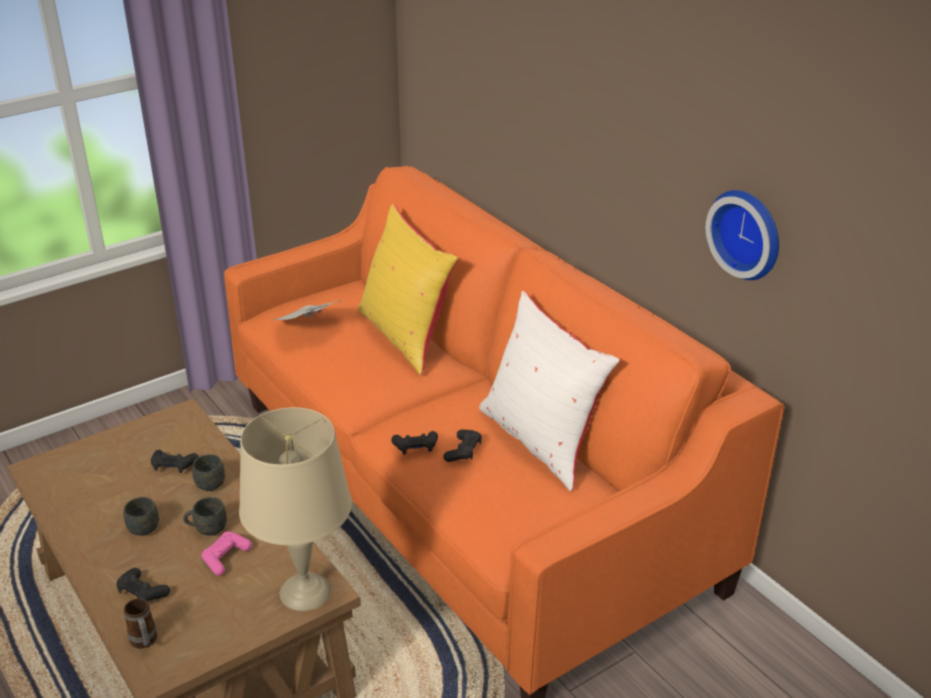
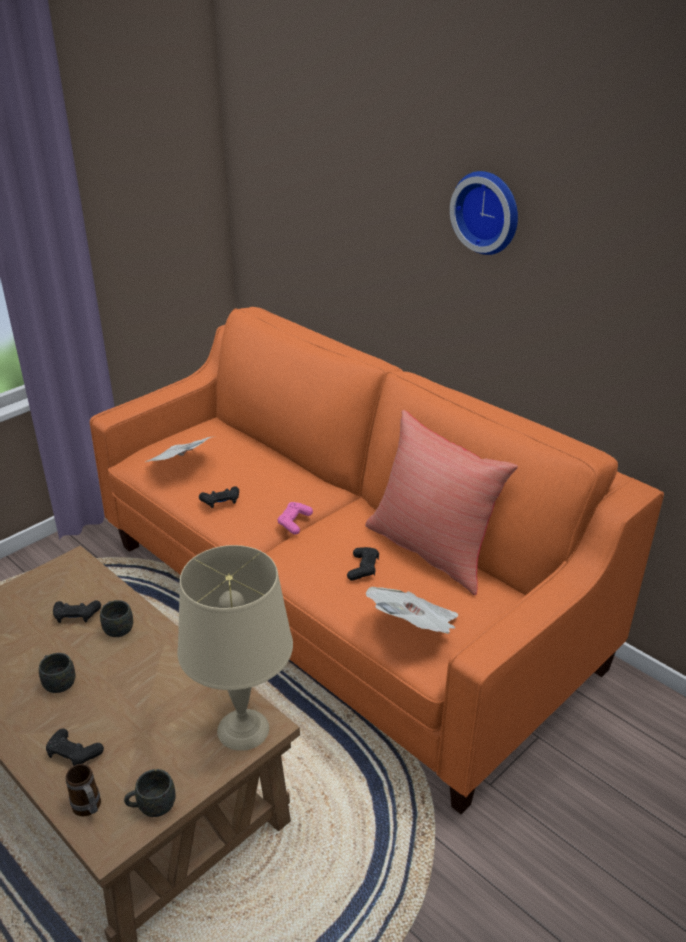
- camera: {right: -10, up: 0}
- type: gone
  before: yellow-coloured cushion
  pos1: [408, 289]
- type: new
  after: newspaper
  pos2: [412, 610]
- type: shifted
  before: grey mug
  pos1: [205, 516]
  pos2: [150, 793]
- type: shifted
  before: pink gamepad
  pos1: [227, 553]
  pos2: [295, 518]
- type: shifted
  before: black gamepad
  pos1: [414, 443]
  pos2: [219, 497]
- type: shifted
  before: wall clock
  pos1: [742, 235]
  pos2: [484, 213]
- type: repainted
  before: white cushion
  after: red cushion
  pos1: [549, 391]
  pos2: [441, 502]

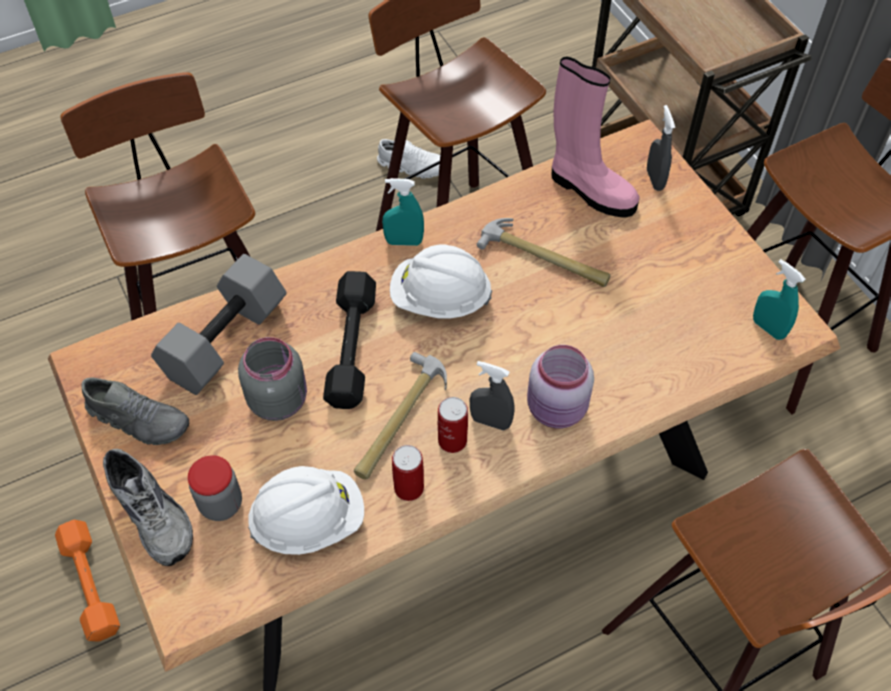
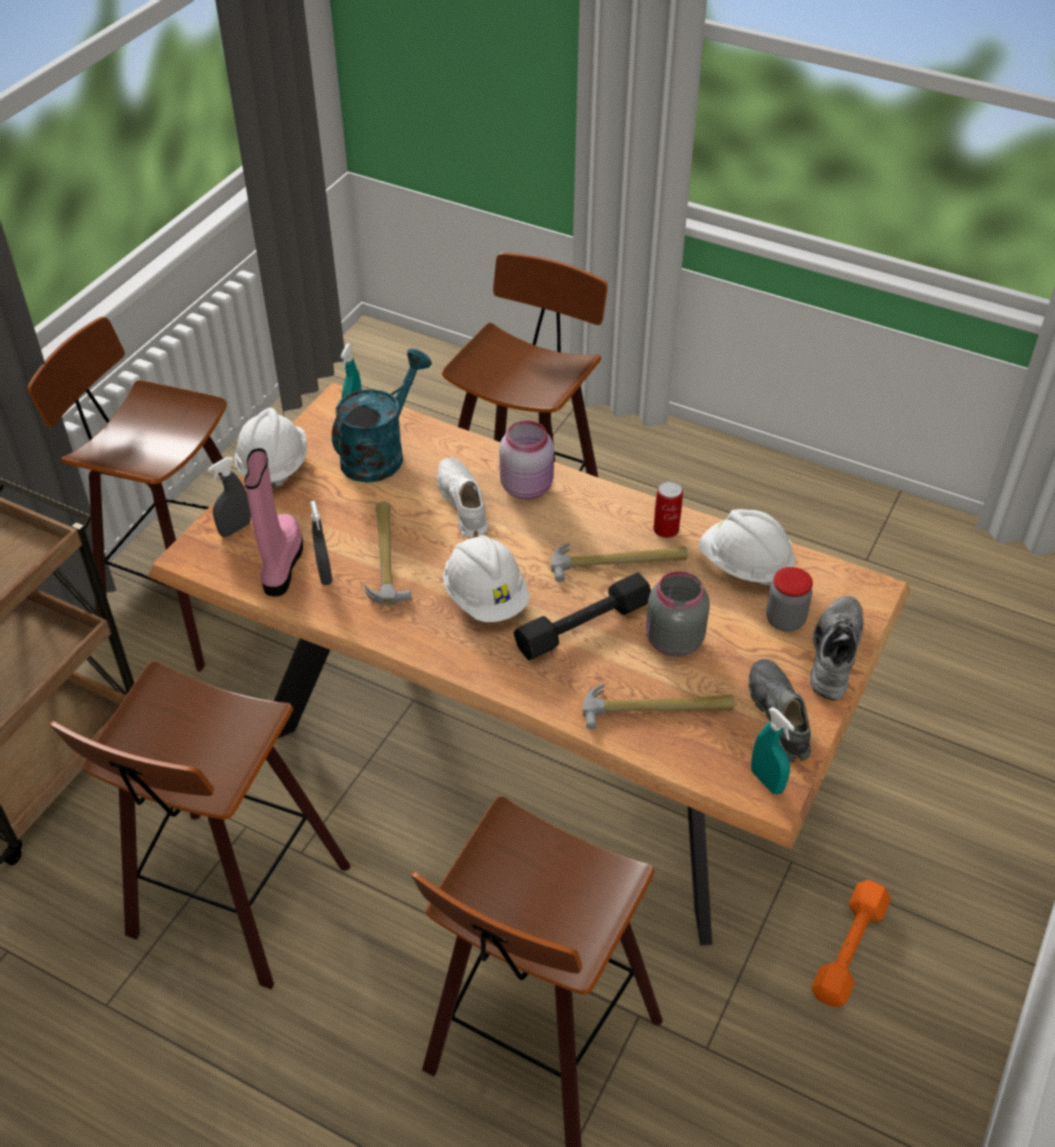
- camera: {right: -125, up: -10}
- type: gone
  before: metal can
  pos1: [453, 425]
- type: new
  after: white safety helmet
  pos2: [271, 450]
- type: new
  after: blue-green watering can
  pos2: [382, 416]
- type: shifted
  before: white low shoe
  pos1: [408, 159]
  pos2: [462, 498]
- type: shifted
  before: blue-green hand sprayer
  pos1: [403, 212]
  pos2: [773, 750]
- type: shifted
  before: grey hand sprayer
  pos1: [492, 395]
  pos2: [321, 543]
- type: swapped
  before: grey free weight
  after: tool hammer
  pos1: [219, 324]
  pos2: [658, 706]

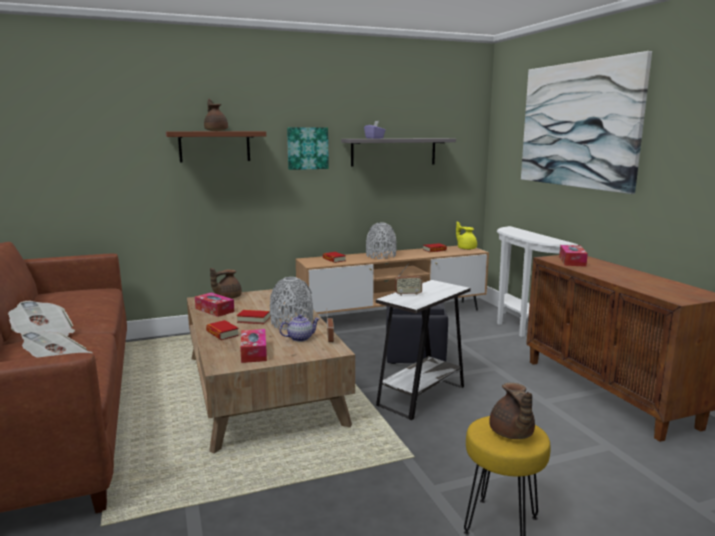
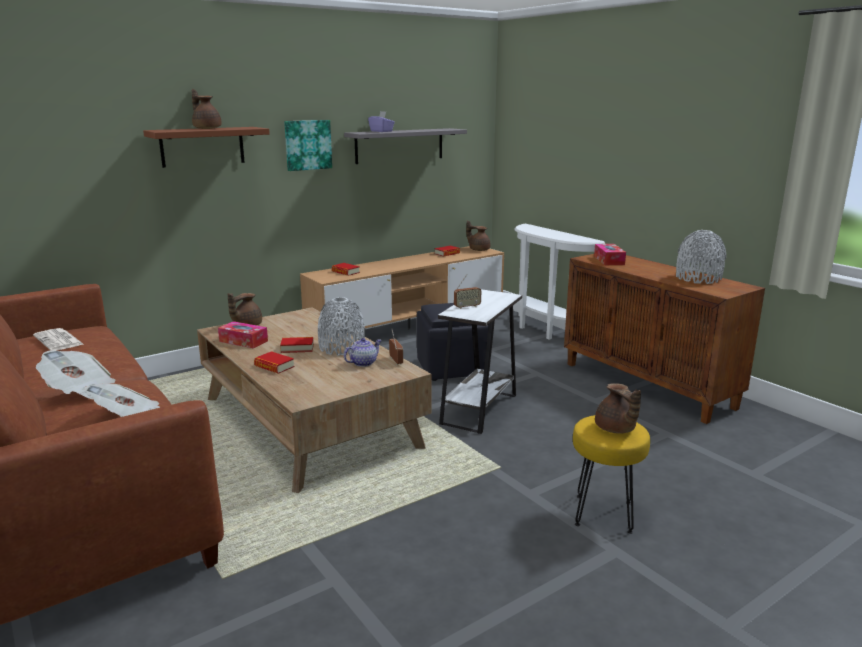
- camera: {right: -15, up: 5}
- type: gone
  before: tissue box
  pos1: [253, 346]
- type: gone
  before: picture
  pos1: [586, 122]
- type: new
  after: newspaper
  pos2: [58, 339]
- type: shifted
  before: grey flower vase
  pos1: [381, 241]
  pos2: [701, 257]
- type: repainted
  before: yellow-coloured tea pot
  after: brown tea pot
  pos1: [466, 235]
  pos2: [478, 235]

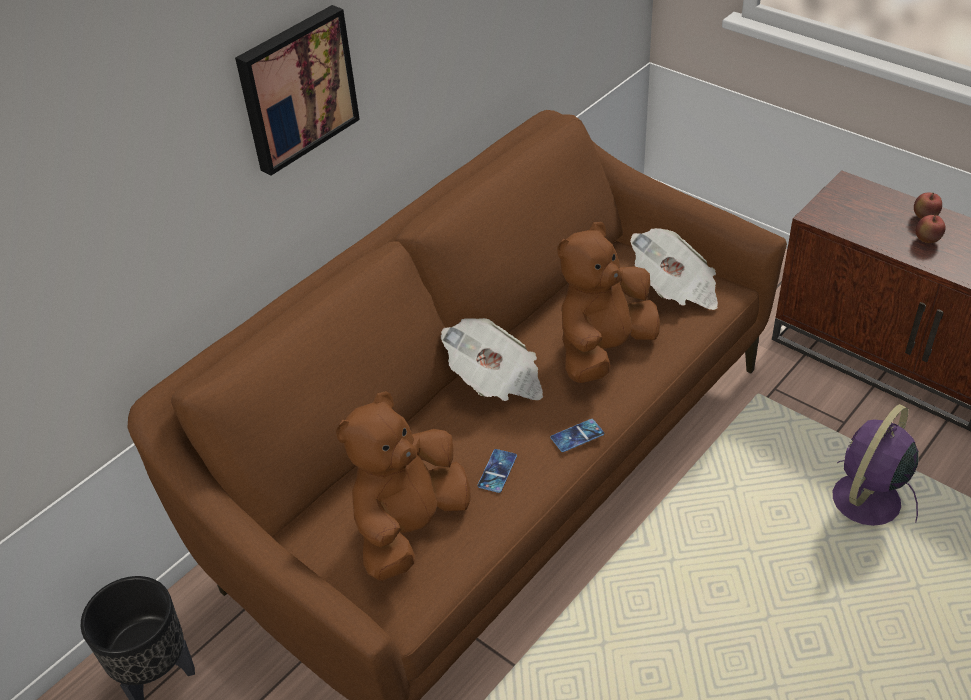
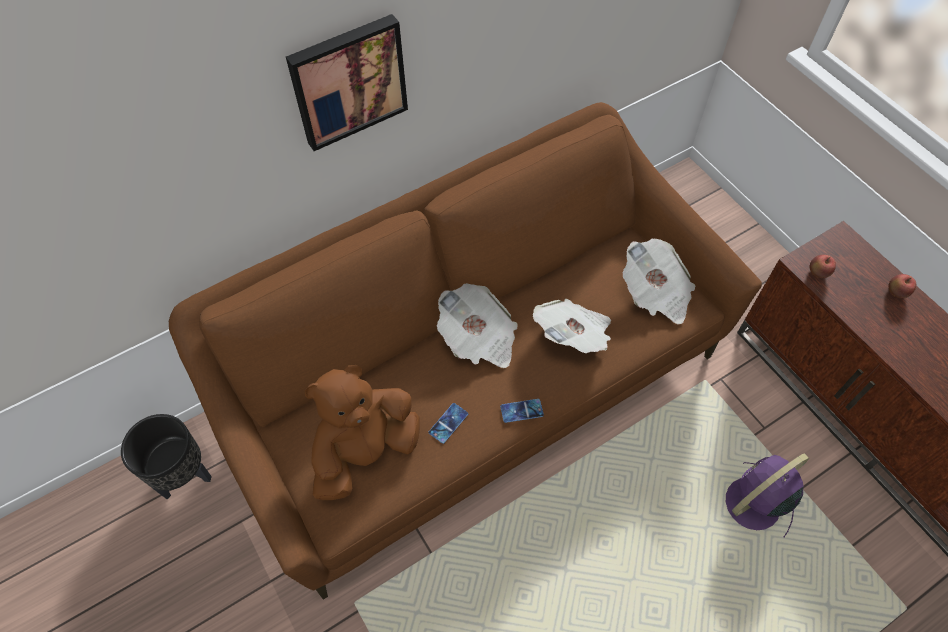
- camera: {right: 15, up: 15}
- type: shifted
  before: whole apple
  pos1: [931, 229]
  pos2: [823, 266]
- type: swapped
  before: brown cuddly toy
  after: newspaper
  pos1: [608, 302]
  pos2: [572, 326]

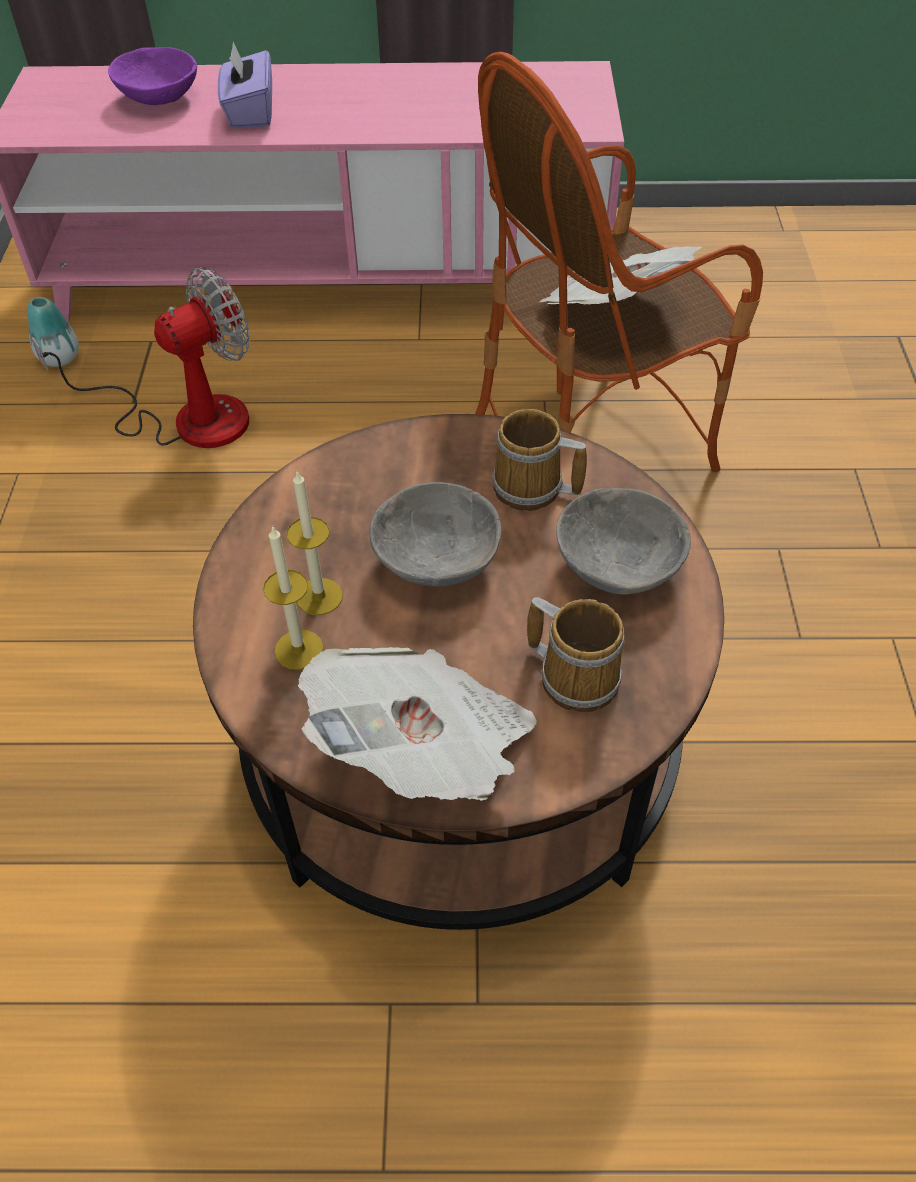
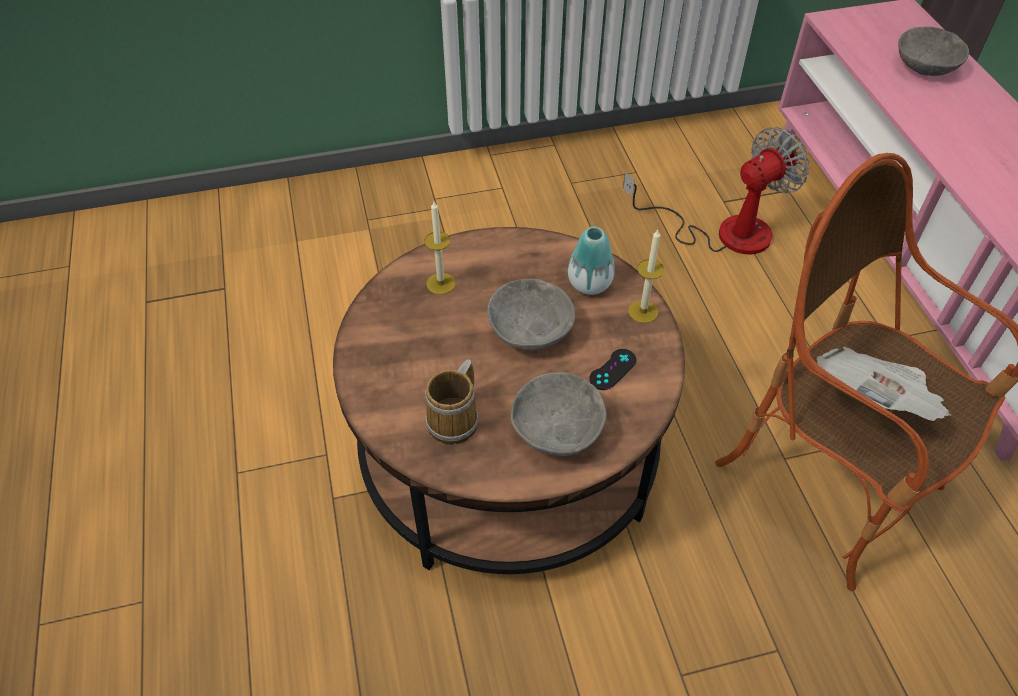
- camera: {right: 75, up: 0}
- type: gone
  before: purplish tissue box
  pos1: [244, 85]
- type: gone
  before: newspaper
  pos1: [417, 724]
- type: shifted
  before: flower vase
  pos1: [53, 332]
  pos2: [591, 261]
- type: shifted
  before: wax light
  pos1: [314, 542]
  pos2: [646, 276]
- type: swapped
  before: mug
  after: black gamepad
  pos1: [539, 460]
  pos2: [613, 369]
- type: repainted
  before: purplish serving bowl
  after: grey serving bowl
  pos1: [152, 76]
  pos2: [933, 51]
- type: rotated
  before: electric fan
  pos1: [140, 357]
  pos2: [716, 191]
  turn: -75

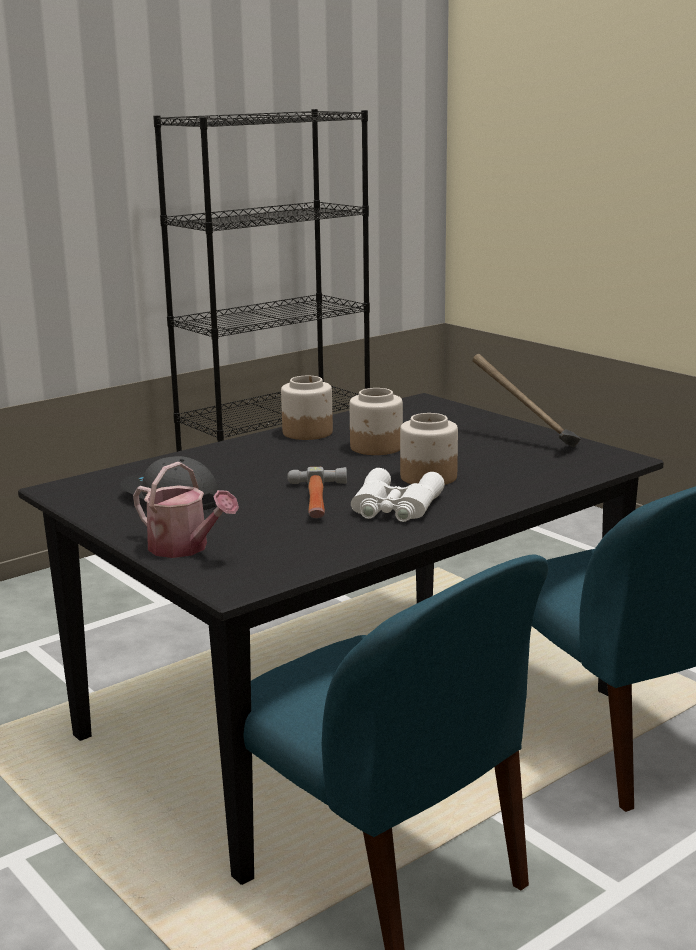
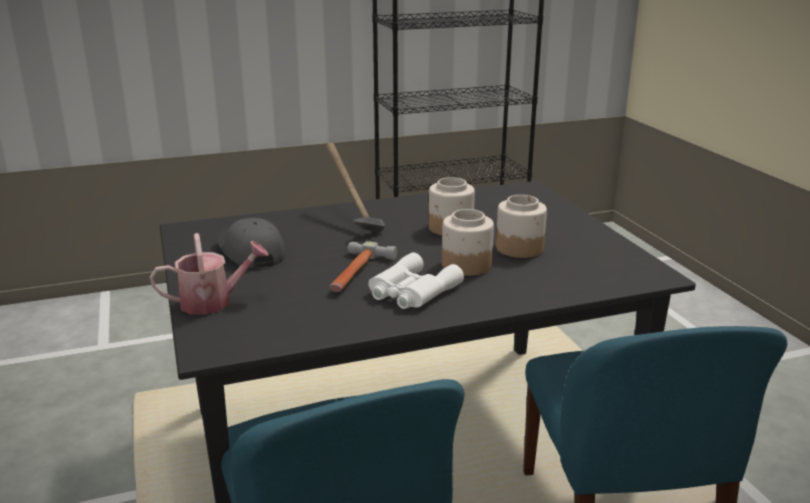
- camera: {right: 20, up: 5}
- type: shifted
  before: jar
  pos1: [307, 408]
  pos2: [521, 226]
- type: shifted
  before: tool hammer
  pos1: [526, 400]
  pos2: [356, 187]
- type: rotated
  before: watering can
  pos1: [186, 510]
  pos2: [209, 274]
  turn: -75

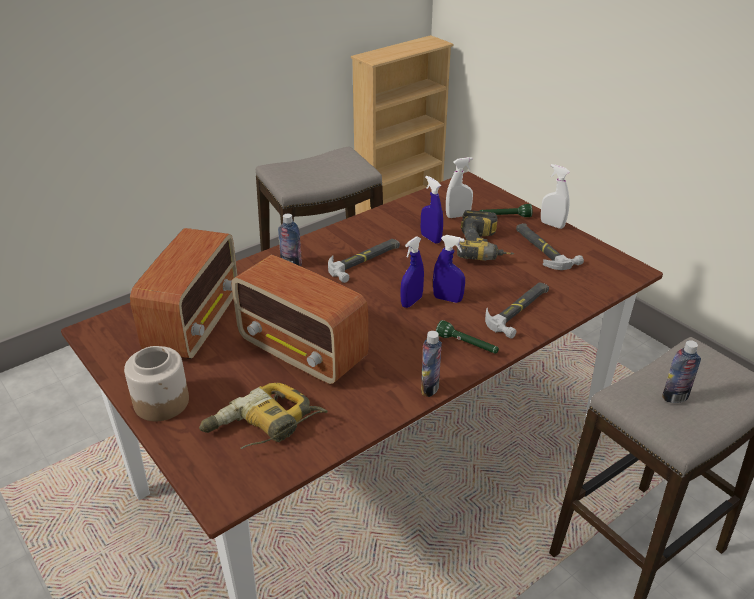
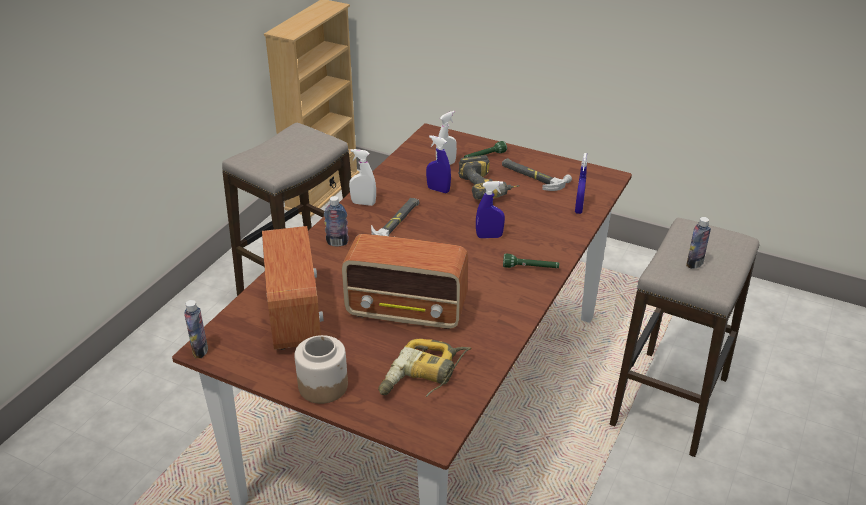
- camera: {right: -25, up: 0}
- type: gone
  before: tool hammer
  pos1: [517, 310]
- type: shifted
  before: blue-coloured hand sprayer
  pos1: [412, 272]
  pos2: [581, 183]
- type: shifted
  before: beverage bottle
  pos1: [431, 364]
  pos2: [196, 329]
- type: shifted
  before: white hand sprayer
  pos1: [555, 196]
  pos2: [362, 177]

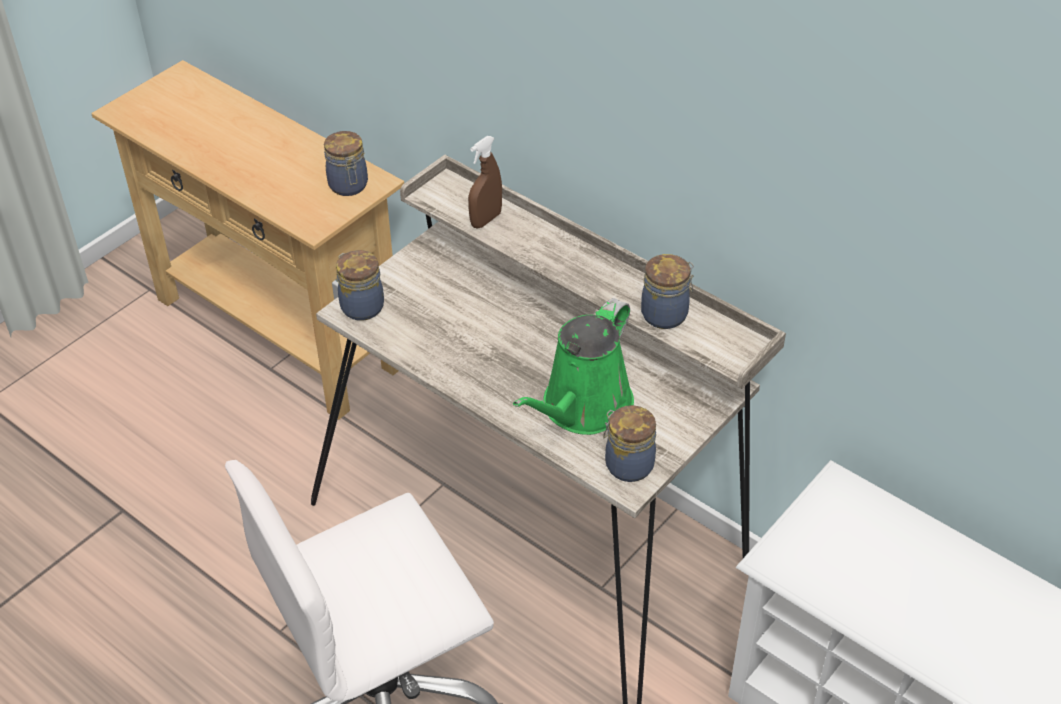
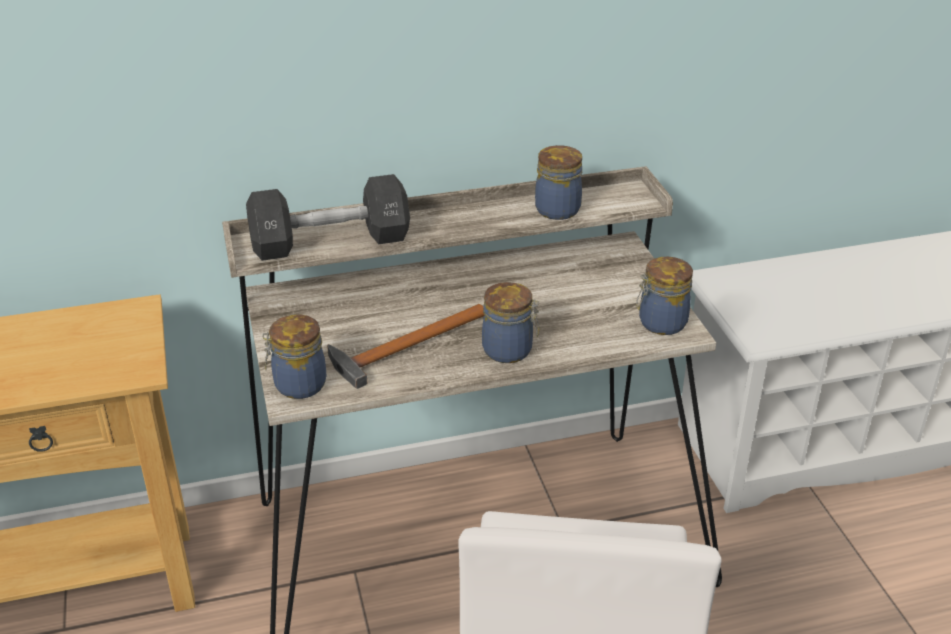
- camera: {right: -55, up: -10}
- type: gone
  before: greenish watering can
  pos1: [573, 366]
- type: new
  after: tool hammer
  pos2: [405, 346]
- type: shifted
  before: jar
  pos1: [346, 163]
  pos2: [510, 322]
- type: swapped
  before: brown hand sprayer
  after: black free weight
  pos1: [485, 182]
  pos2: [328, 217]

